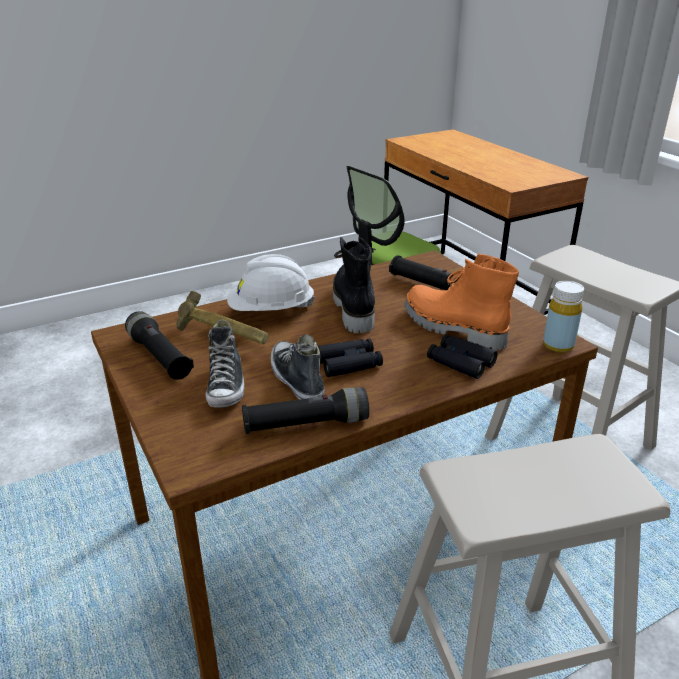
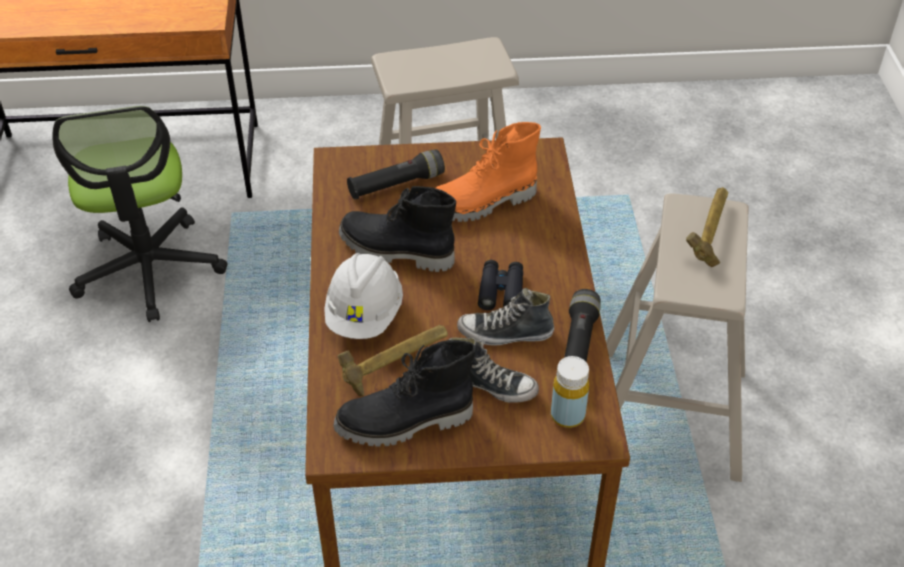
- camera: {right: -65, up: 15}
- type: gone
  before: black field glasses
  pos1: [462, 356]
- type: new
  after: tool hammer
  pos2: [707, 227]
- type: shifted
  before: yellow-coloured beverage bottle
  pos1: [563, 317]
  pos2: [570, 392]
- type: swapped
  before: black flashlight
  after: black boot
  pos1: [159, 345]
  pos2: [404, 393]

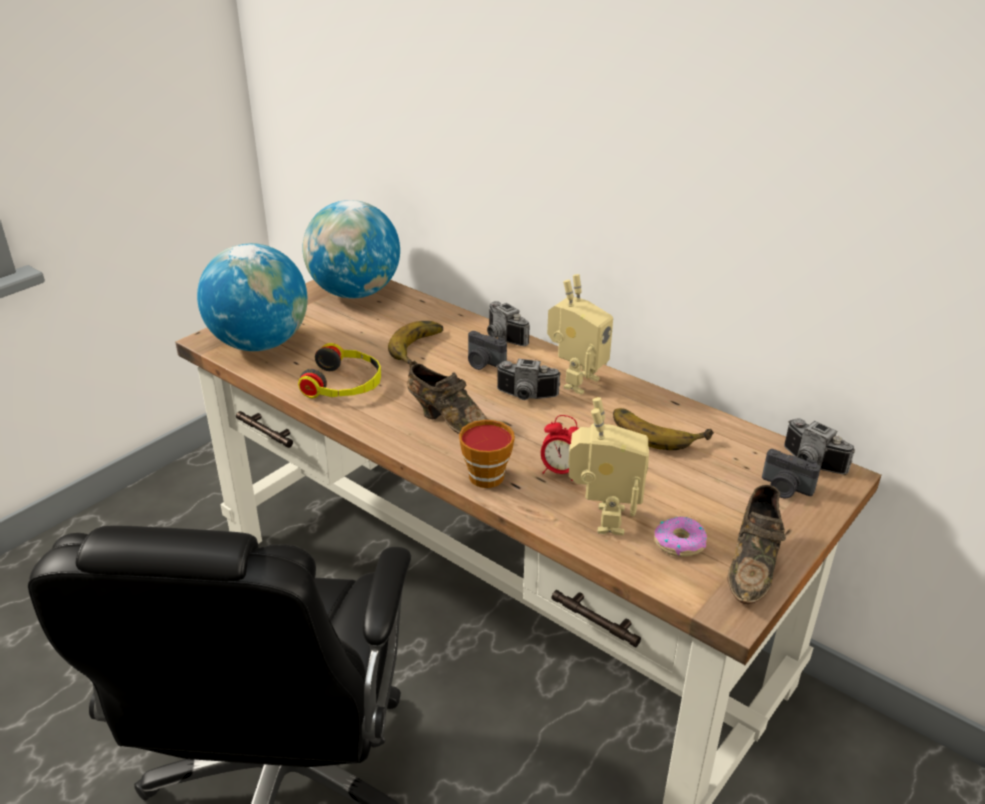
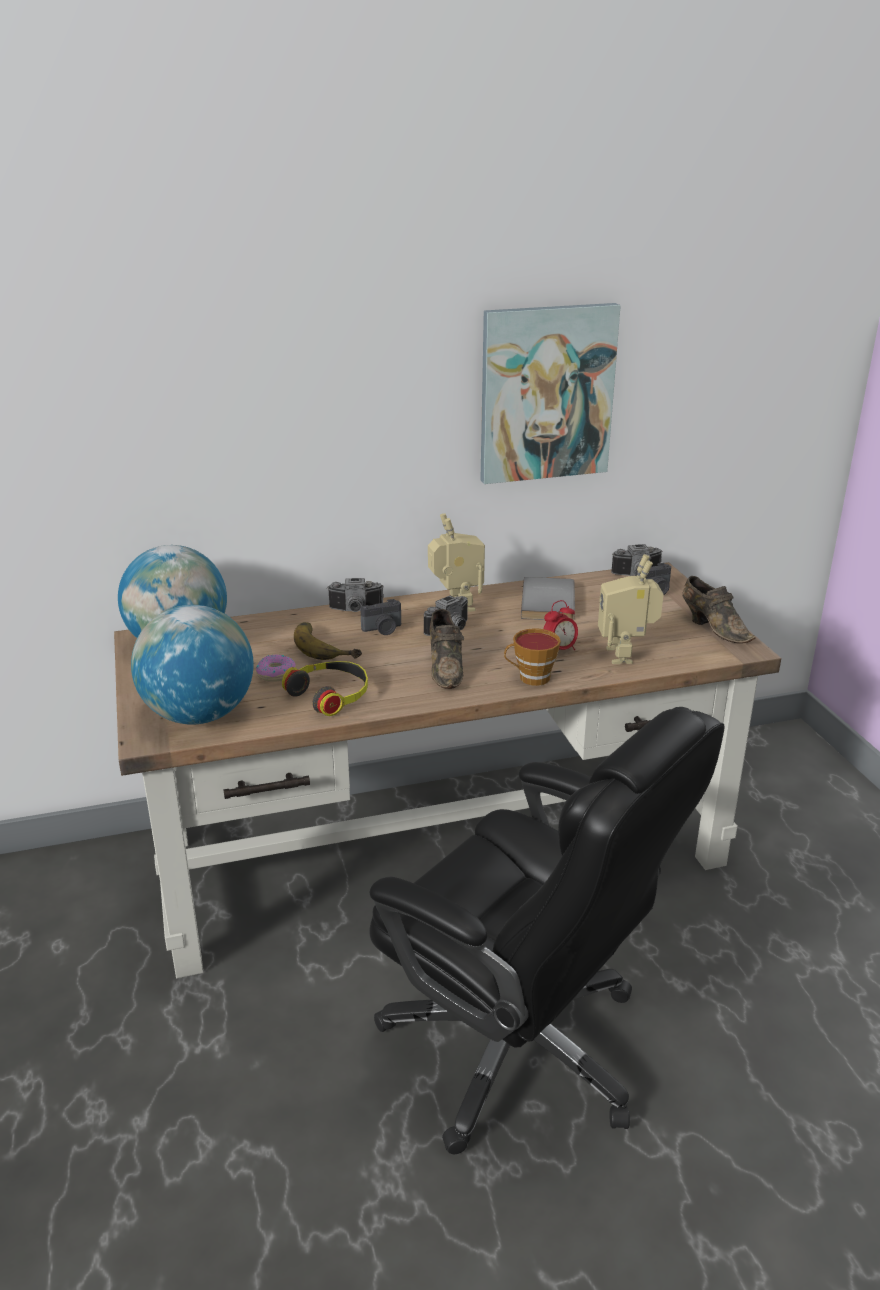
- camera: {right: -55, up: -5}
- type: new
  after: picture
  pos2: [550, 393]
- type: shifted
  before: donut
  pos1: [680, 536]
  pos2: [276, 668]
- type: swapped
  before: banana
  after: grey book
  pos1: [663, 429]
  pos2: [548, 598]
- type: rotated
  before: brown low shoe
  pos1: [447, 399]
  pos2: [447, 649]
  turn: 105
- type: rotated
  before: toy robot
  pos1: [608, 466]
  pos2: [631, 609]
  turn: -135

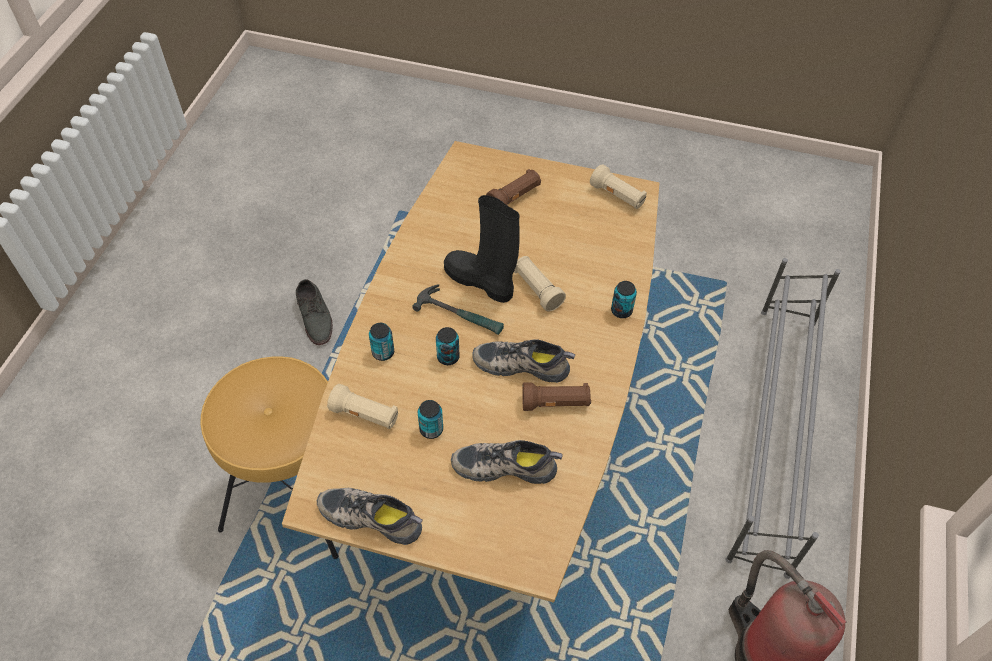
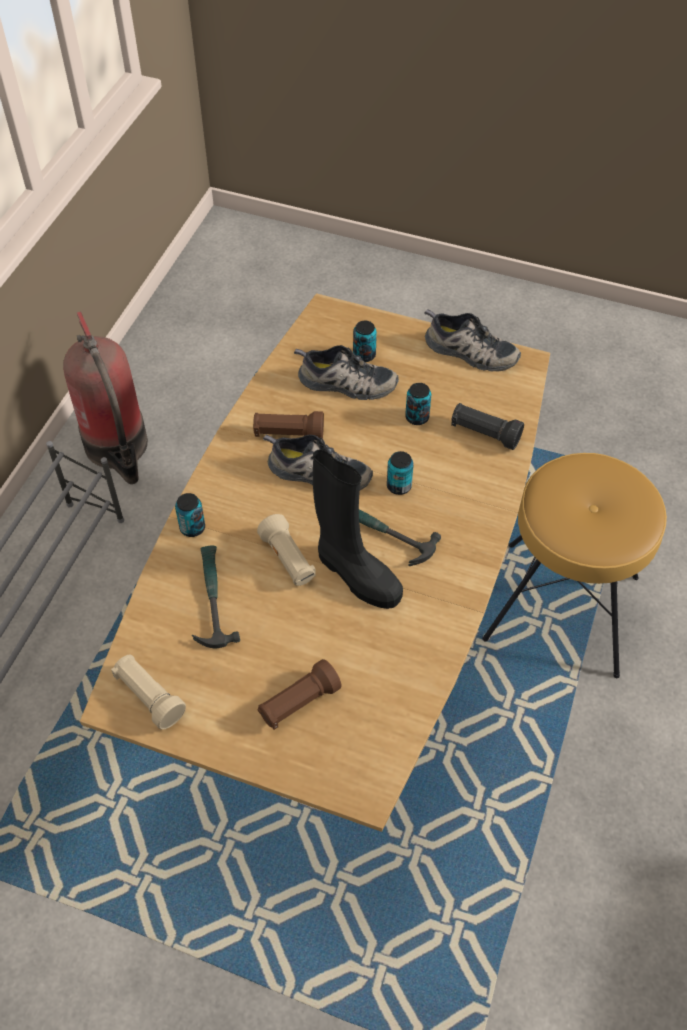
- camera: {right: -175, up: 0}
- type: gone
  before: grey low shoe
  pos1: [314, 312]
- type: new
  after: tool hammer
  pos2: [216, 596]
- type: shifted
  before: metal can
  pos1: [381, 342]
  pos2: [365, 341]
- type: repainted
  before: sand-coloured flashlight
  after: black flashlight
  pos1: [362, 406]
  pos2: [487, 426]

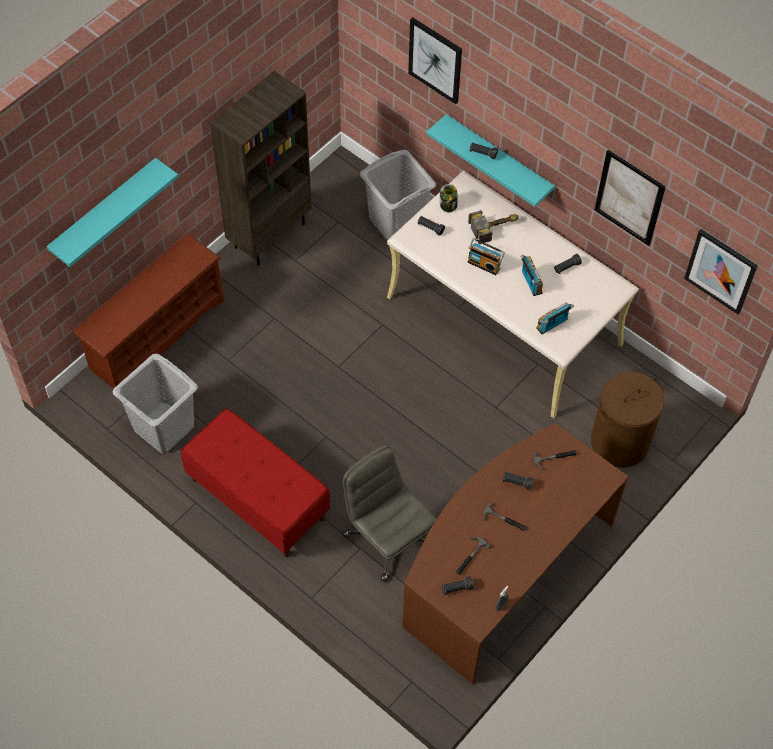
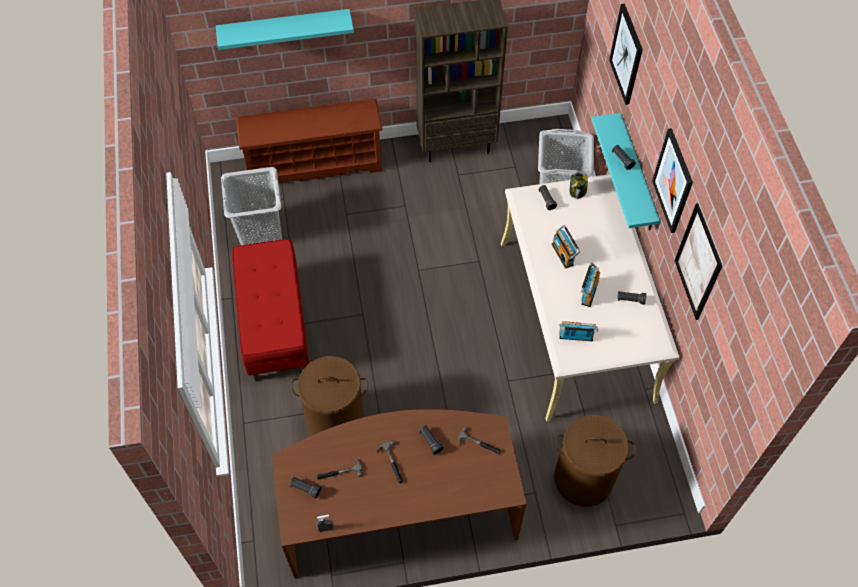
- camera: {right: 40, up: 0}
- type: gone
  before: tool hammer
  pos1: [493, 227]
- type: shifted
  before: picture
  pos1: [721, 271]
  pos2: [672, 180]
- type: swapped
  before: grey office chair
  after: brown laundry basket
  pos1: [390, 513]
  pos2: [329, 396]

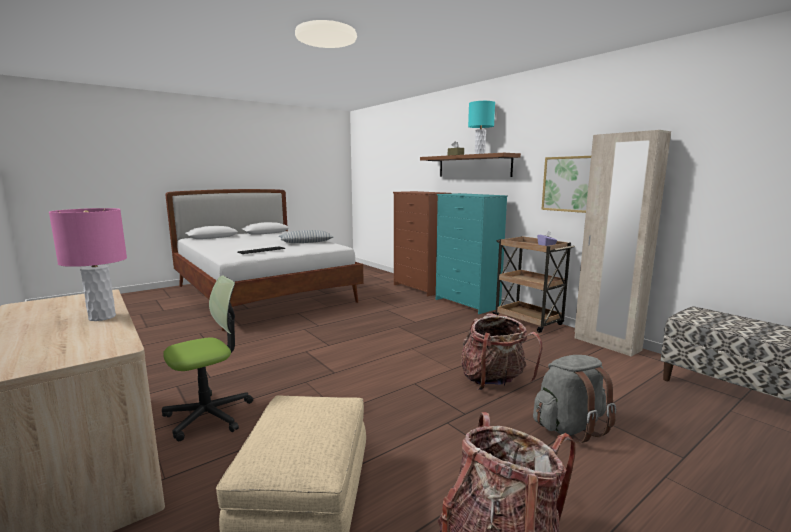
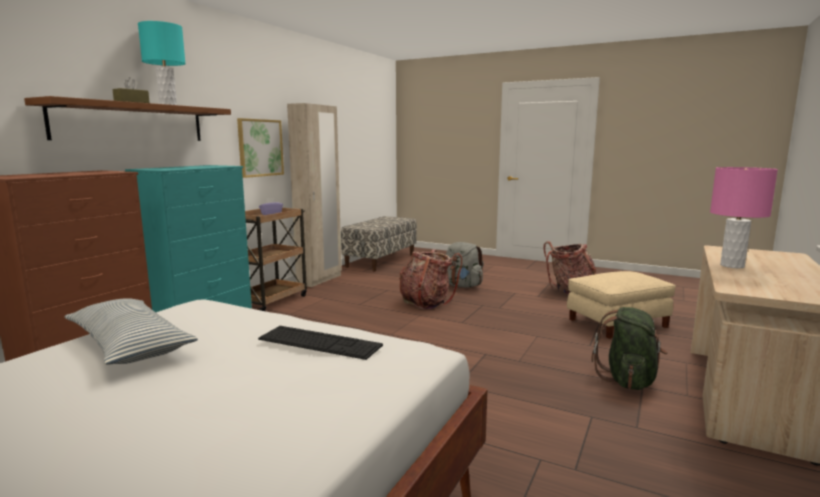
- camera: {right: -115, up: 0}
- type: swapped
  before: office chair
  after: greenish backpack
  pos1: [207, 358]
  pos2: [629, 348]

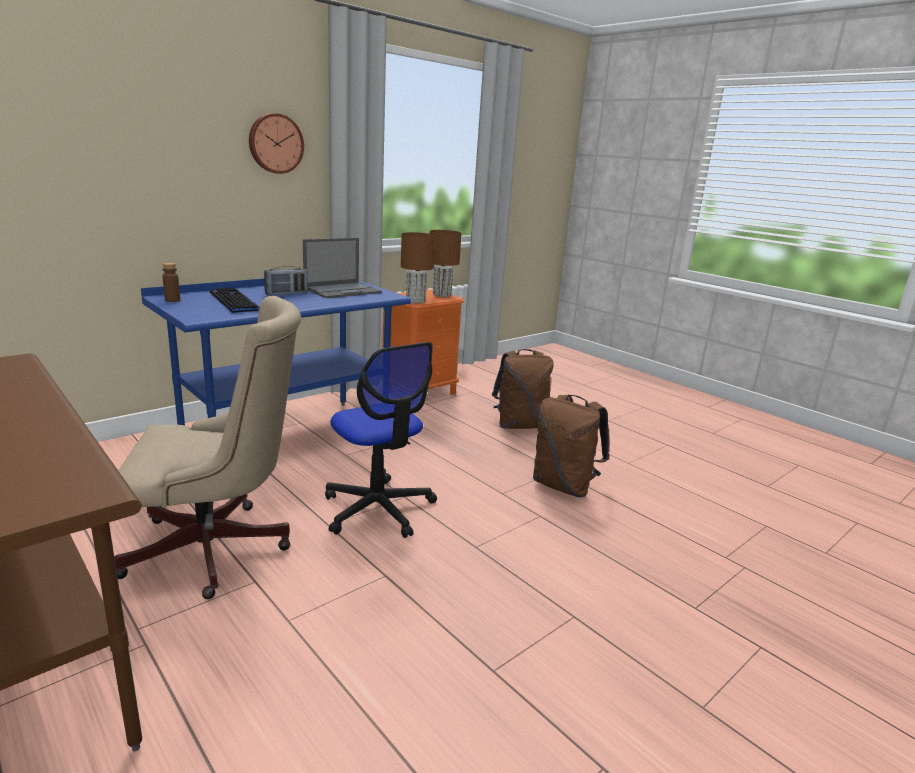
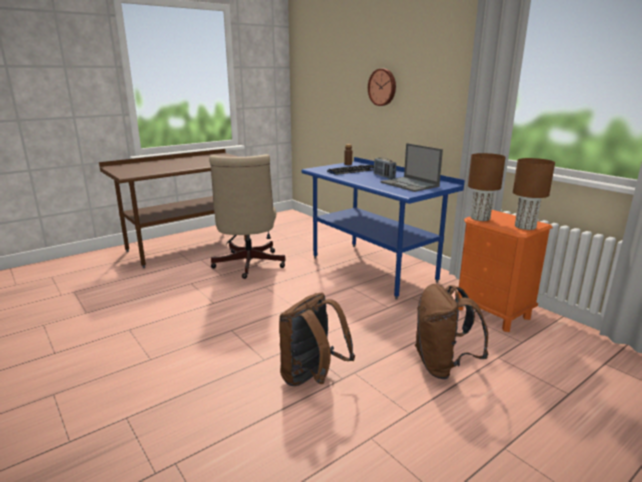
- camera: {right: 95, up: 0}
- type: gone
  before: office chair
  pos1: [381, 440]
- type: shifted
  before: wall clock
  pos1: [276, 143]
  pos2: [382, 87]

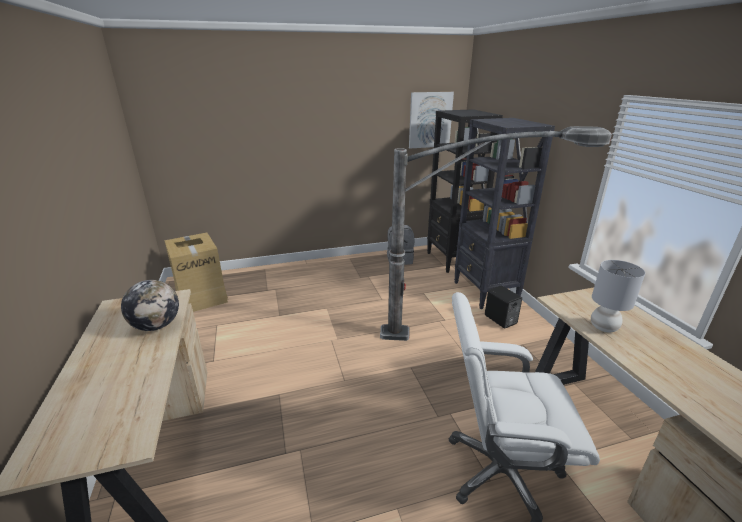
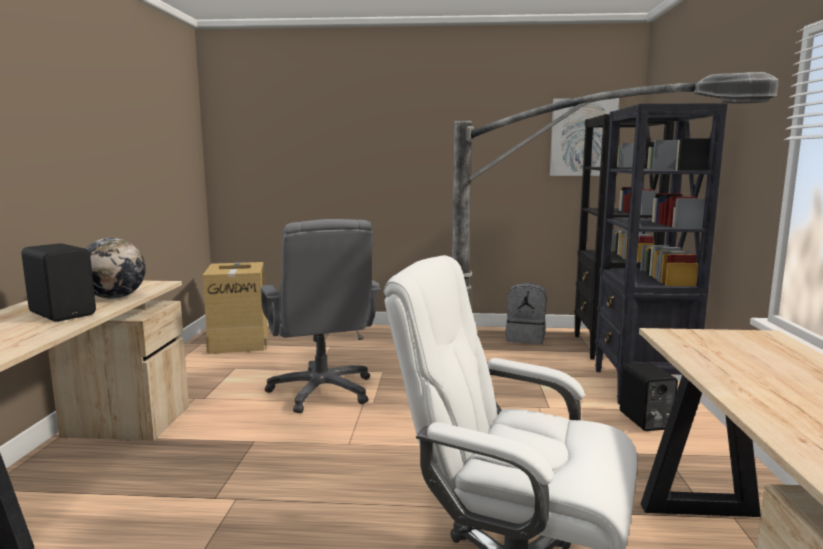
- camera: {right: 20, up: -15}
- type: gone
  before: grey table lamp
  pos1: [618, 296]
- type: new
  after: black loudspeaker
  pos2: [58, 282]
- type: new
  after: grey office chair
  pos2: [320, 316]

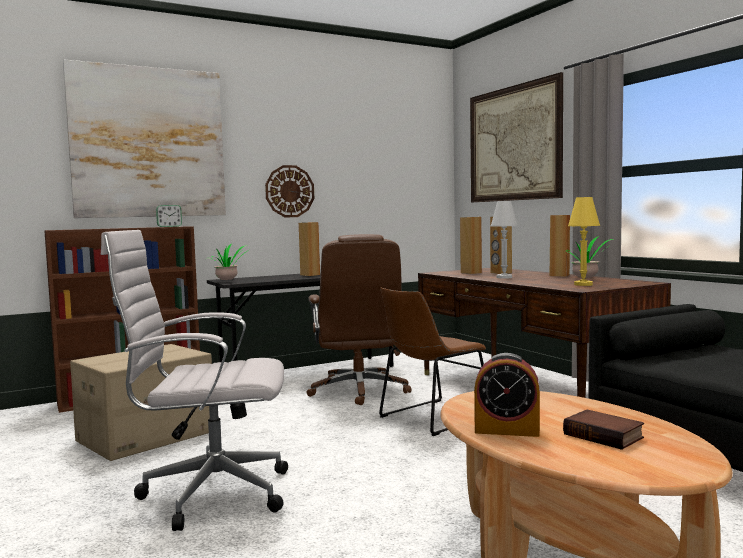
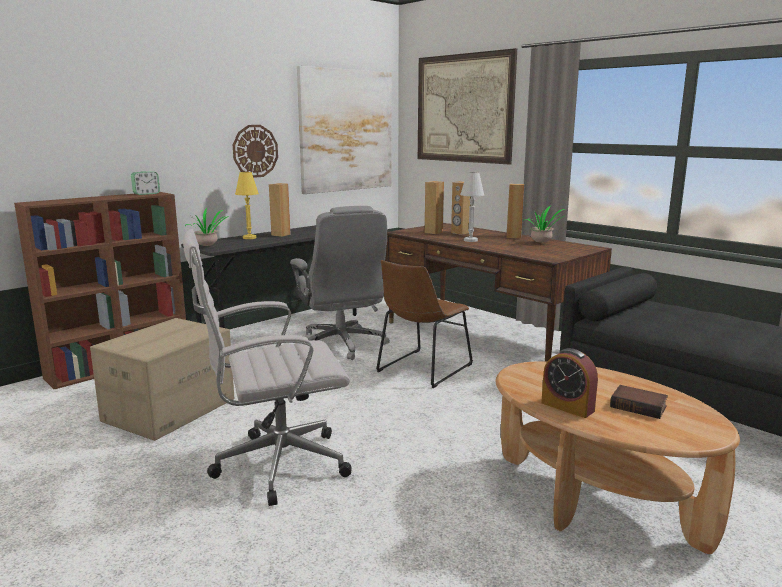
- camera: {right: -15, up: 10}
- type: shifted
  before: picture
  pos1: [144, 139]
  pos2: [344, 130]
- type: shifted
  before: yellow-coloured table lamp
  pos1: [584, 241]
  pos2: [247, 205]
- type: repainted
  before: brown office chair
  after: grey office chair
  pos1: [359, 319]
  pos2: [340, 283]
- type: rotated
  before: alarm clock
  pos1: [507, 395]
  pos2: [569, 383]
  turn: 45

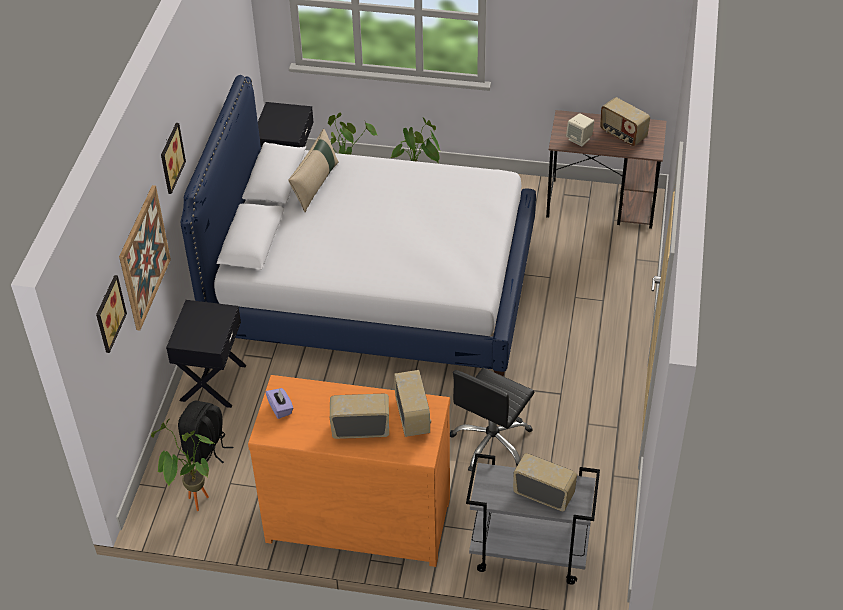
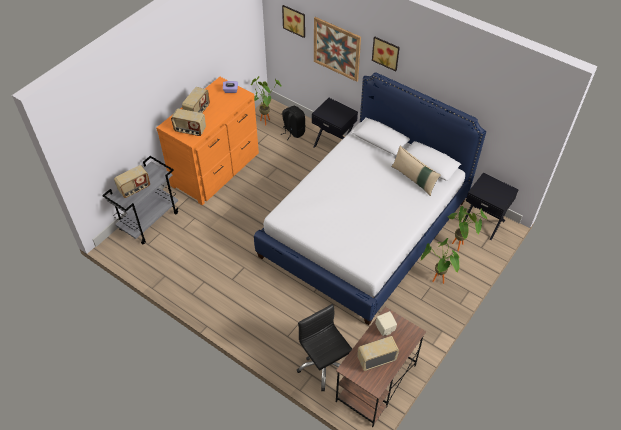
- camera: {right: 115, up: 5}
- type: shifted
  before: black office chair
  pos1: [492, 420]
  pos2: [324, 347]

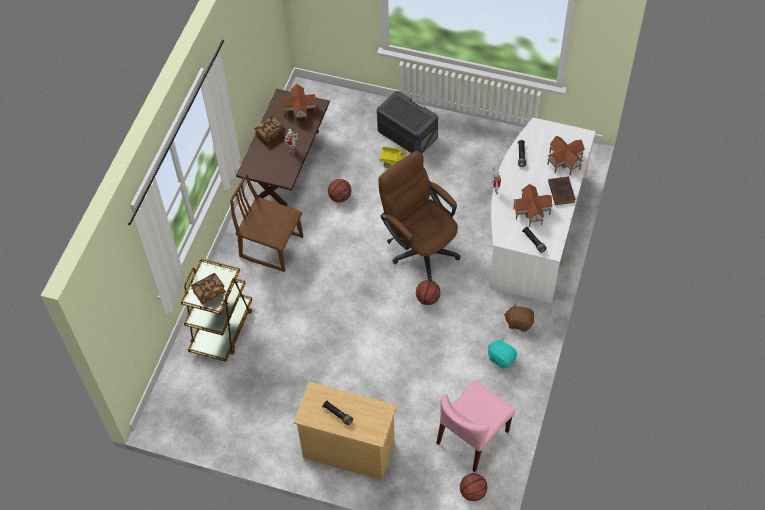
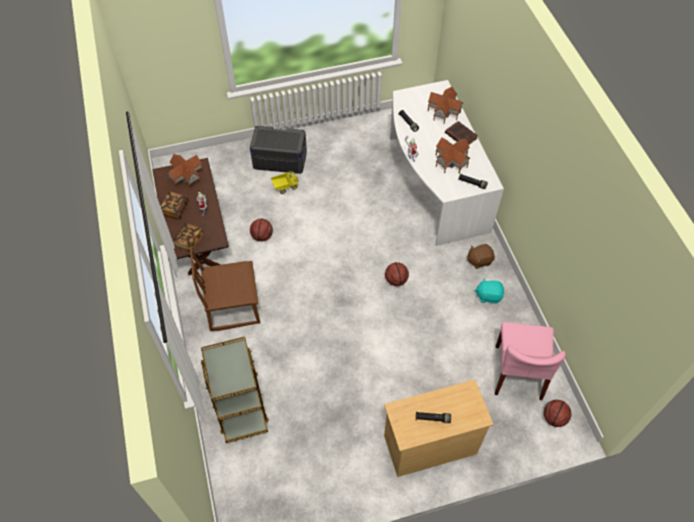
- camera: {right: -35, up: 0}
- type: gone
  before: brown office chair
  pos1: [419, 216]
- type: shifted
  before: book
  pos1: [208, 288]
  pos2: [188, 237]

